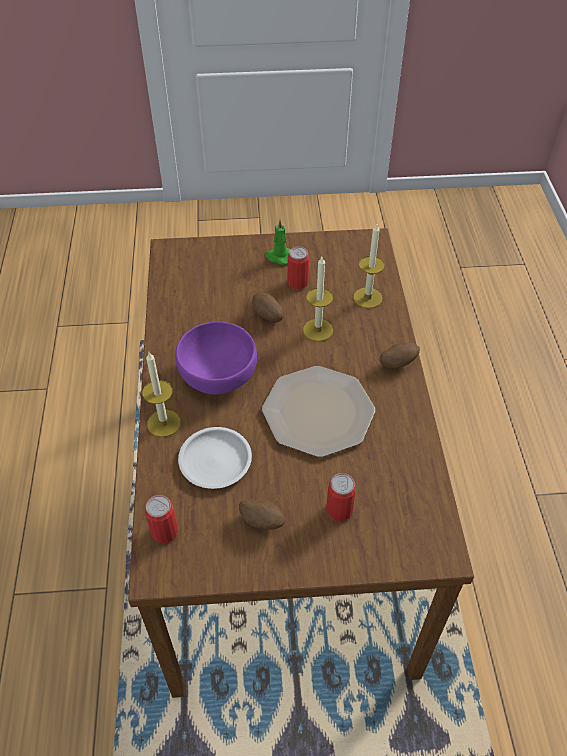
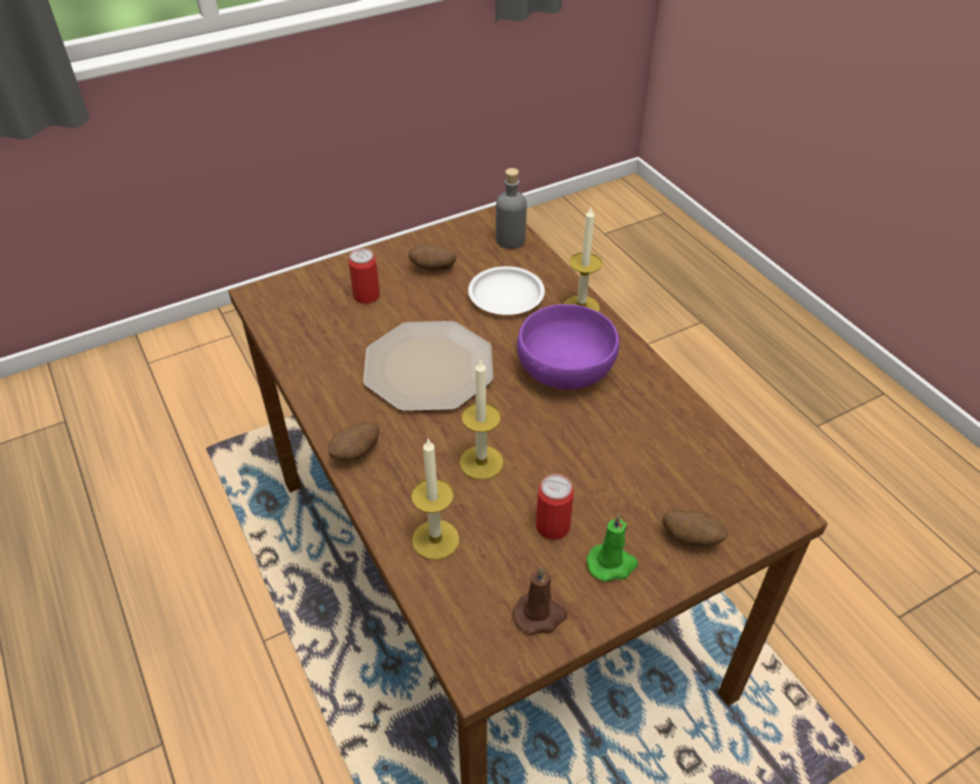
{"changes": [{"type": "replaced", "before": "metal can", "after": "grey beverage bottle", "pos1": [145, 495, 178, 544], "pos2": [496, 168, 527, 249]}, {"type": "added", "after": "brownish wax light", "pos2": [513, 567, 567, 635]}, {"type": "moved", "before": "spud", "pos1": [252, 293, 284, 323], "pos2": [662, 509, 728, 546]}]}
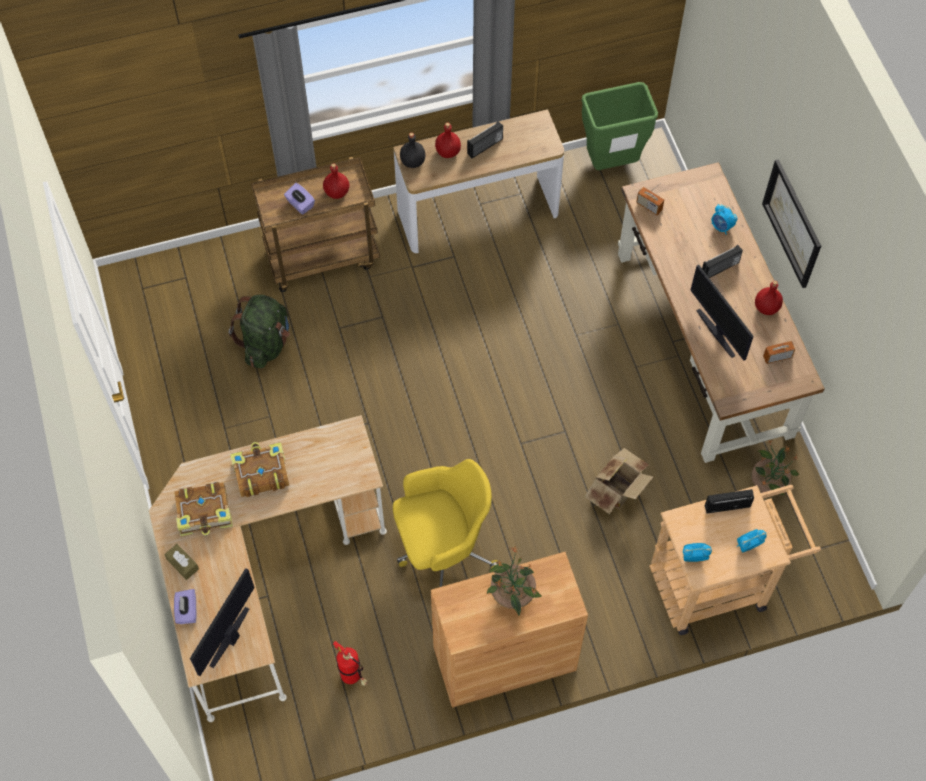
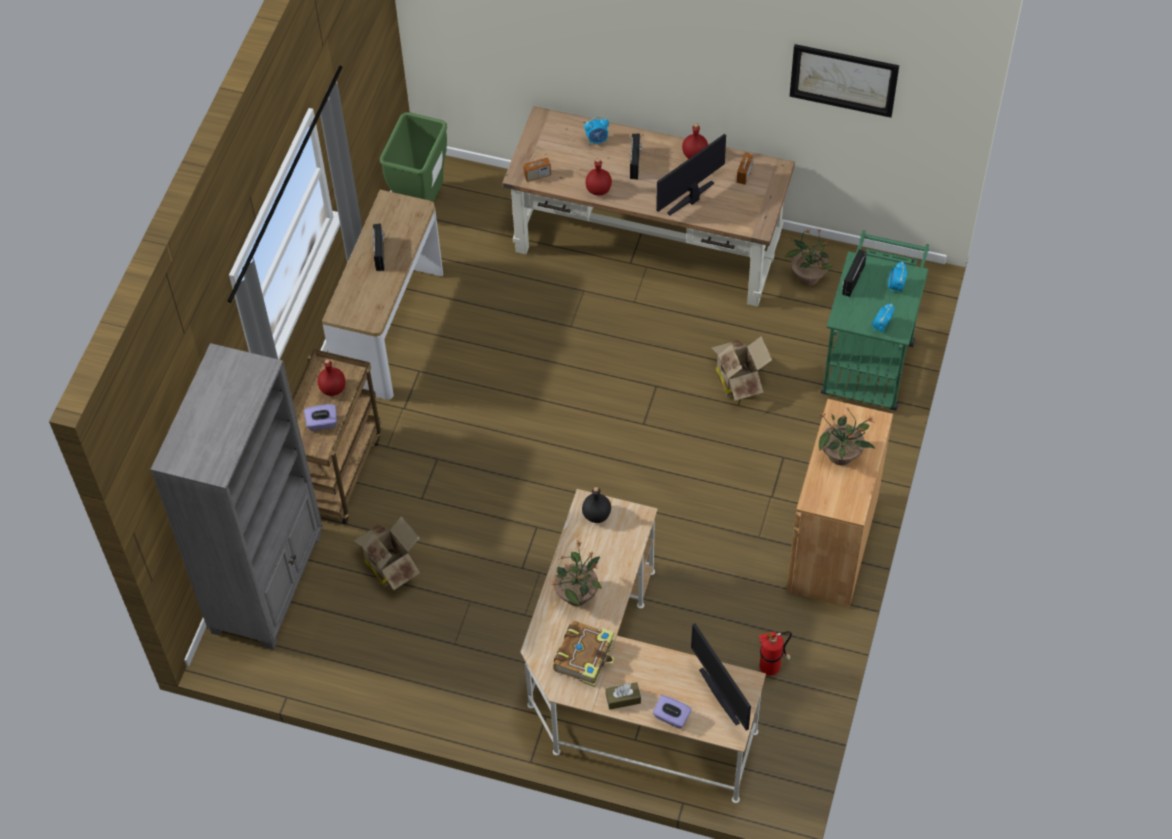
{"changes": [{"type": "added", "after": "grey bookcase", "pos2": [150, 343, 323, 650]}, {"type": "replaced", "before": "green knapsack", "after": "cardboard box", "pos1": [229, 295, 290, 368], "pos2": [354, 516, 420, 590]}, {"type": "replaced", "before": "book", "after": "houseplant", "pos1": [230, 442, 290, 497], "pos2": [551, 541, 602, 606]}, {"type": "moved", "before": "black beverage bottle", "pos1": [400, 133, 425, 168], "pos2": [582, 487, 611, 523]}, {"type": "moved", "before": "red beverage bottle", "pos1": [435, 123, 461, 158], "pos2": [585, 159, 612, 196]}, {"type": "turned", "before": "monitor", "pos1": [691, 265, 753, 361], "pos2": [656, 134, 726, 215], "turn": 135}, {"type": "moved", "before": "wall picture", "pos1": [762, 159, 821, 288], "pos2": [789, 44, 899, 118]}, {"type": "recoloured", "before": "beige-coloured trolley", "after": "green trolley", "pos1": [649, 485, 821, 635], "pos2": [821, 230, 929, 411]}, {"type": "removed", "before": "yellowish computer chair", "pos1": [393, 459, 498, 587]}]}
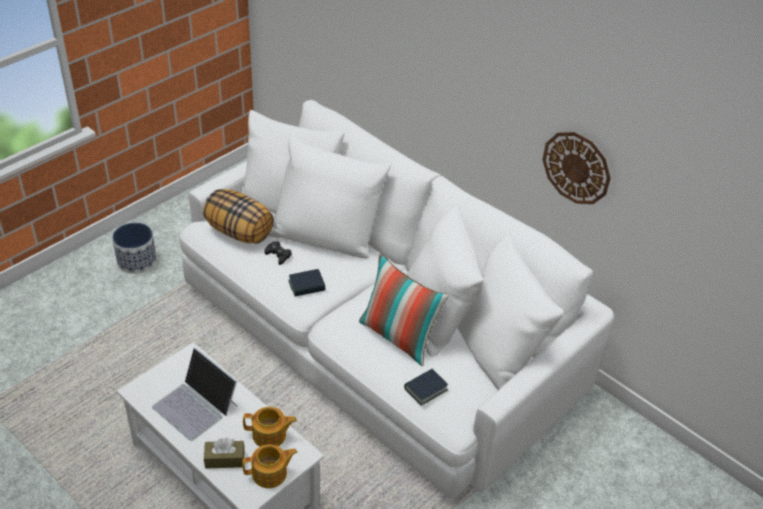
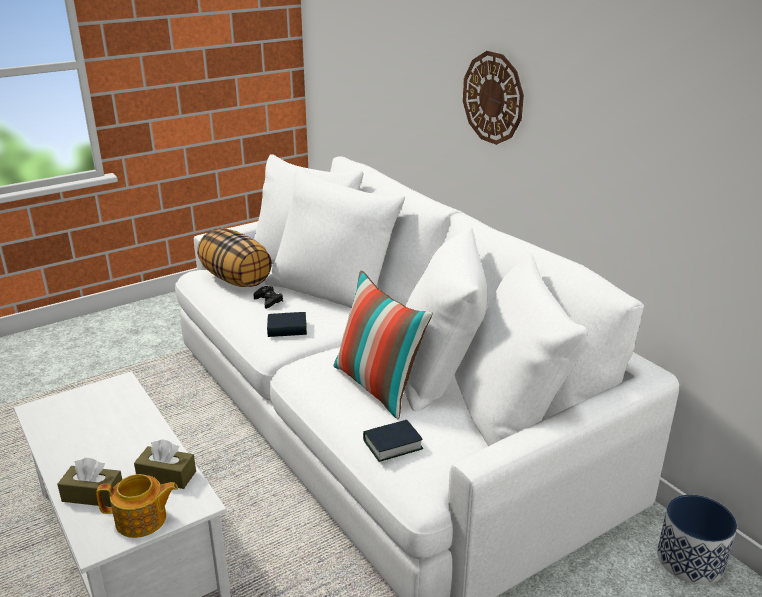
{"changes": [{"type": "replaced", "before": "pot for tea", "after": "brownish tissue holder", "pos1": [243, 407, 297, 447], "pos2": [134, 439, 196, 489]}, {"type": "moved", "before": "wall clock", "pos1": [542, 132, 611, 204], "pos2": [463, 51, 524, 145]}, {"type": "moved", "before": "flower pot", "pos1": [112, 223, 157, 274], "pos2": [657, 495, 737, 585]}, {"type": "removed", "before": "notebook computer", "pos1": [152, 348, 238, 441]}]}
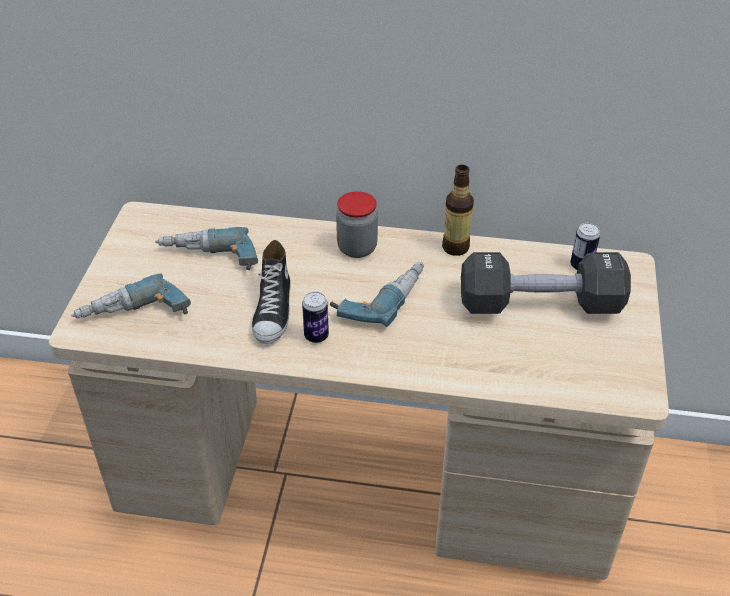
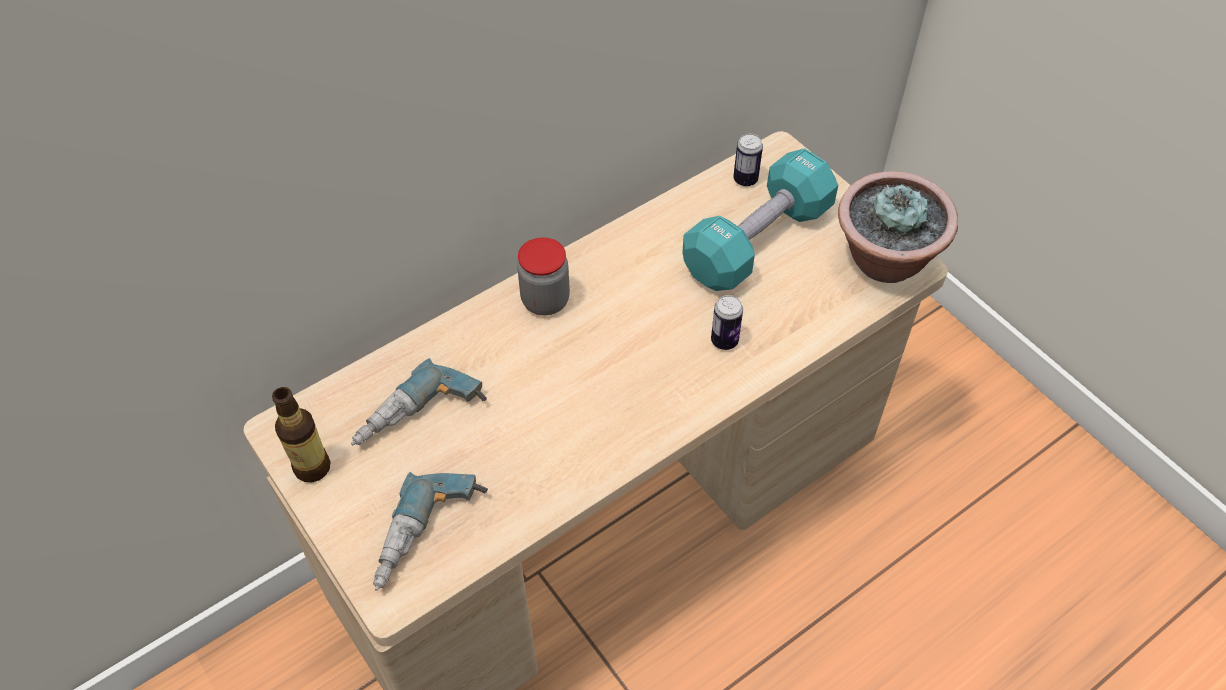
{"changes": [{"type": "moved", "before": "beverage bottle", "pos1": [442, 165, 474, 256], "pos2": [272, 387, 331, 482]}, {"type": "recoloured", "before": "black hand weight", "after": "blue-green hand weight", "pos1": [461, 252, 631, 314], "pos2": [682, 148, 838, 291]}, {"type": "moved", "before": "metal can", "pos1": [302, 292, 329, 343], "pos2": [711, 295, 743, 350]}, {"type": "added", "after": "houseplant", "pos2": [838, 171, 958, 283]}, {"type": "removed", "before": "low shoe", "pos1": [252, 240, 291, 343]}, {"type": "removed", "before": "electric drill", "pos1": [330, 262, 424, 327]}]}
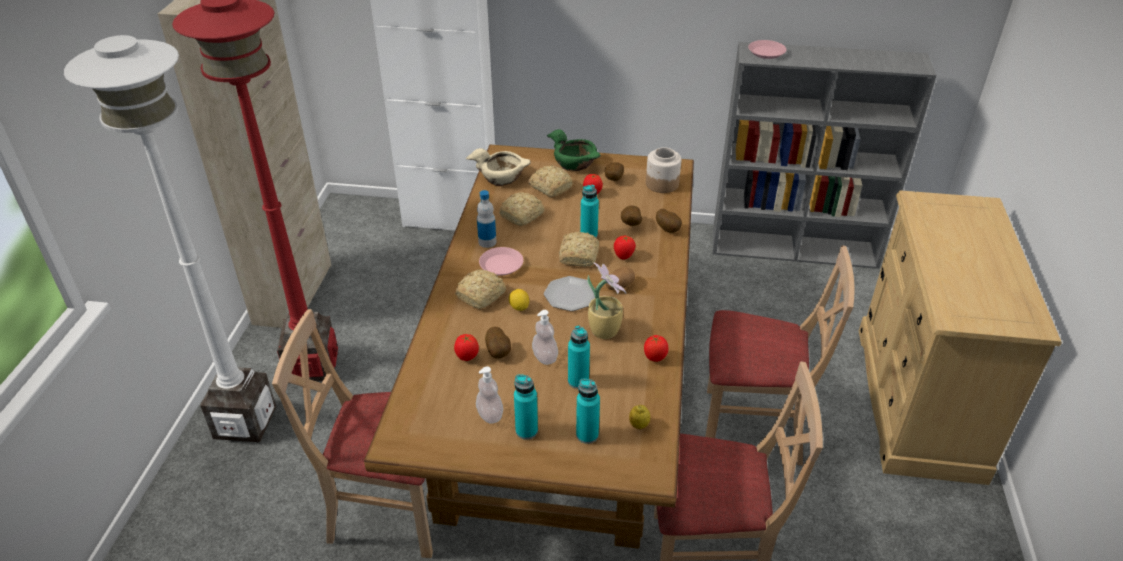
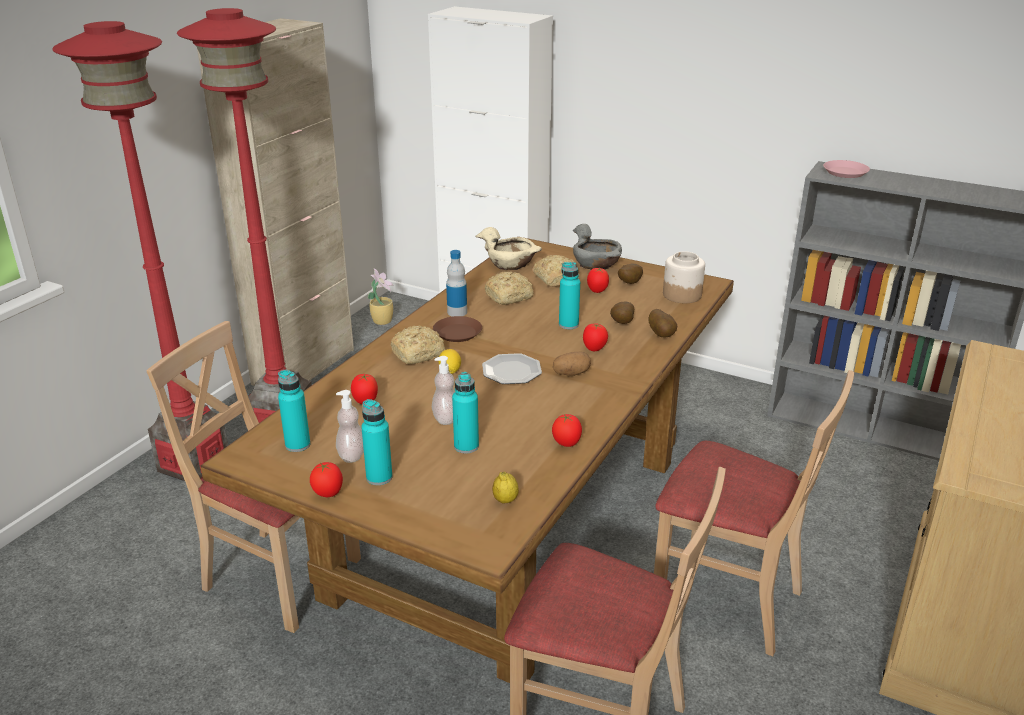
{"changes": [{"type": "recoloured", "before": "whitish standard lamp", "after": "red standard lamp", "pos1": [64, 35, 276, 442], "pos2": [52, 21, 228, 481]}, {"type": "moved", "before": "blue-green beverage bottle", "pos1": [576, 378, 600, 444], "pos2": [278, 370, 310, 452]}, {"type": "added", "after": "whole tomato", "pos2": [310, 462, 343, 497]}, {"type": "moved", "before": "houseplant", "pos1": [587, 263, 627, 339], "pos2": [368, 268, 393, 325]}, {"type": "recoloured", "before": "pink-coloured flat dish", "after": "brownish flat dish", "pos1": [479, 247, 523, 276], "pos2": [433, 316, 482, 342]}, {"type": "recoloured", "before": "green serving bowl", "after": "grey serving bowl", "pos1": [547, 129, 601, 171], "pos2": [573, 224, 622, 270]}, {"type": "removed", "before": "spud", "pos1": [485, 327, 511, 359]}, {"type": "removed", "before": "bakery bread", "pos1": [559, 232, 599, 267]}]}
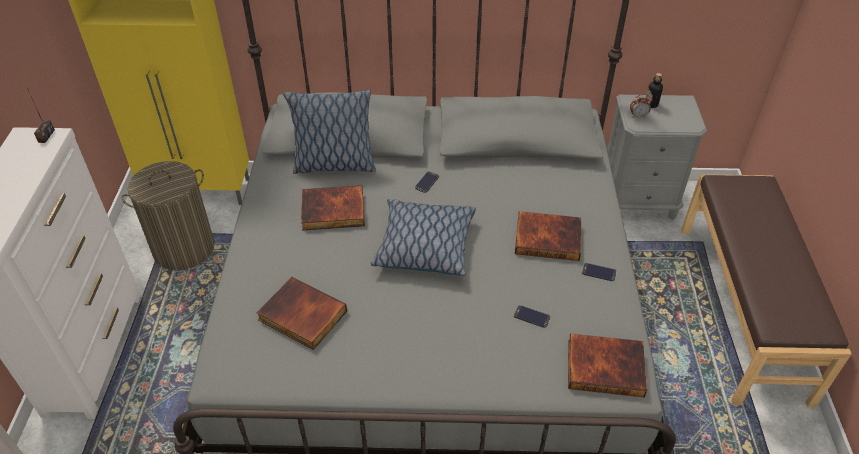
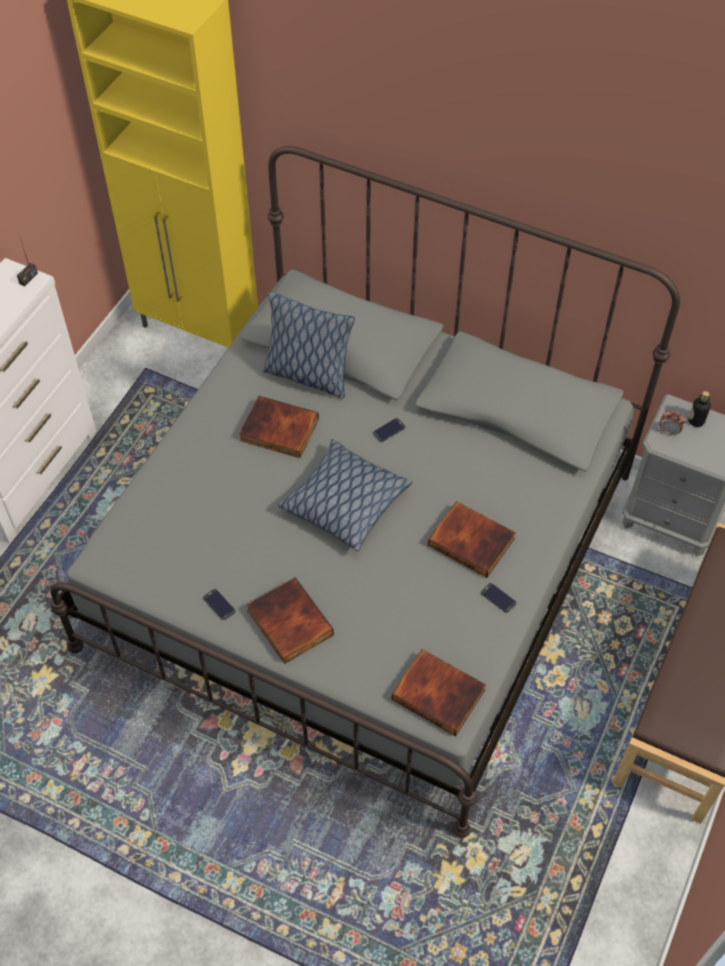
{"changes": [{"type": "moved", "before": "phone", "pos1": [514, 305, 551, 328], "pos2": [203, 588, 235, 620]}, {"type": "moved", "before": "book", "pos1": [257, 277, 347, 350], "pos2": [247, 578, 334, 664]}, {"type": "removed", "before": "washing basket", "pos1": [121, 161, 215, 270]}]}
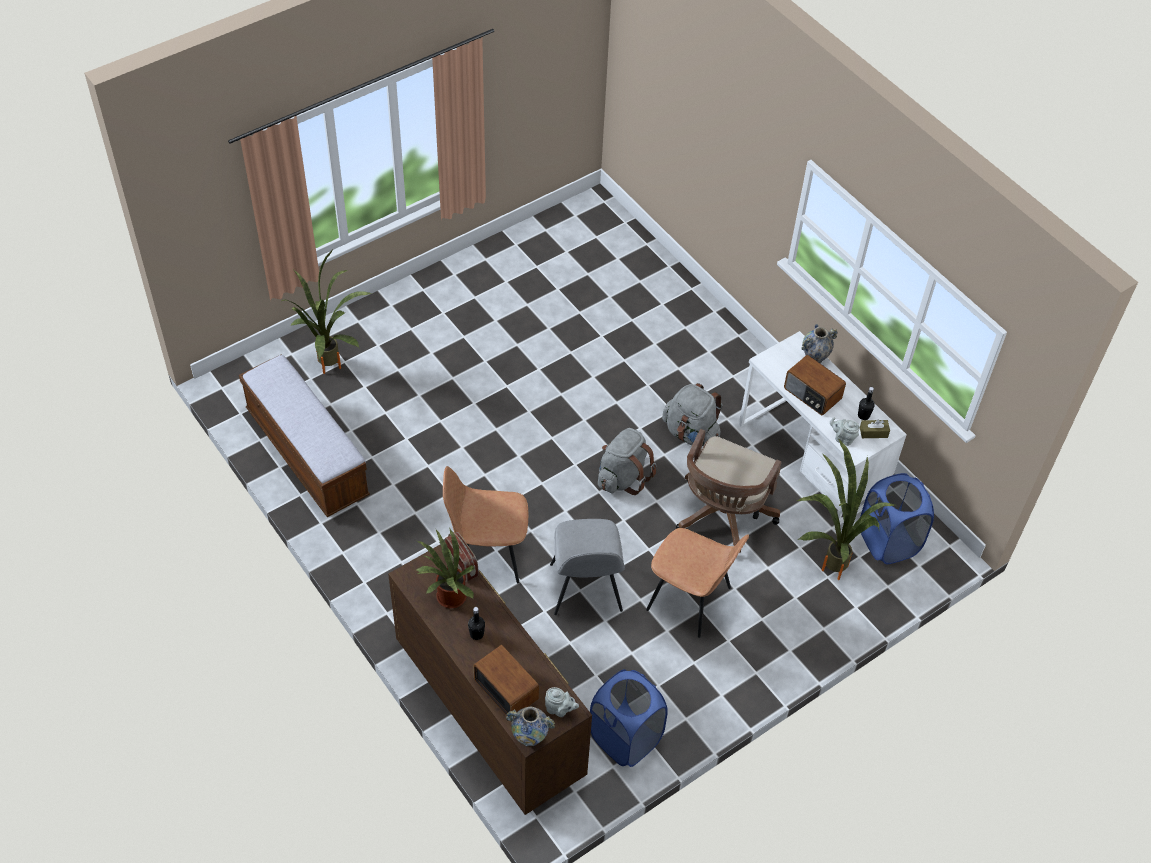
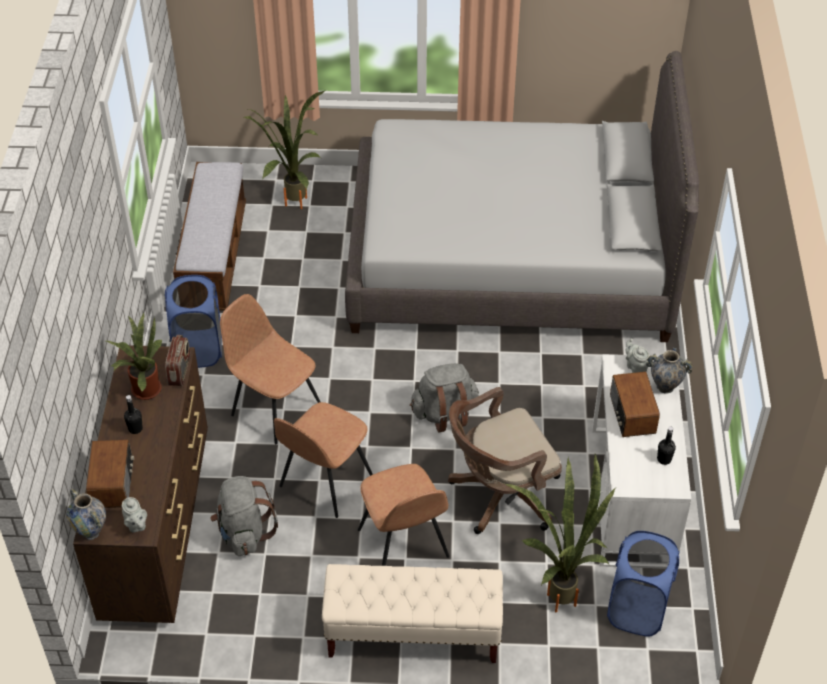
{"changes": [{"type": "moved", "before": "blue washing basket", "pos1": [590, 669, 668, 767], "pos2": [165, 275, 222, 368]}, {"type": "moved", "before": "grey knapsack", "pos1": [662, 383, 723, 446], "pos2": [210, 476, 278, 556]}, {"type": "recoloured", "before": "grey chair", "after": "brownish chair", "pos1": [550, 519, 625, 615], "pos2": [274, 402, 373, 518]}, {"type": "added", "after": "beige-coloured indoor bench", "pos2": [322, 564, 503, 663]}, {"type": "added", "after": "grey sleeping bed", "pos2": [345, 51, 699, 342]}, {"type": "moved", "before": "grey pot for tea", "pos1": [830, 417, 860, 446], "pos2": [625, 338, 649, 373]}, {"type": "removed", "before": "brownish tissue holder", "pos1": [860, 420, 890, 438]}]}
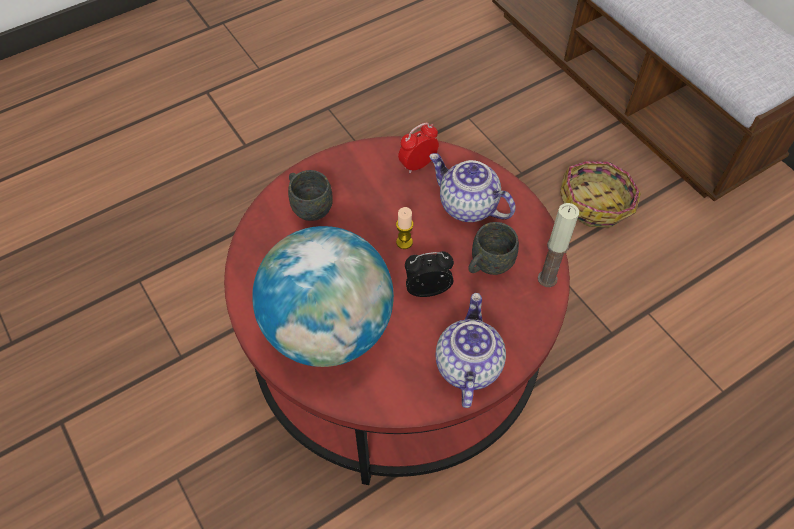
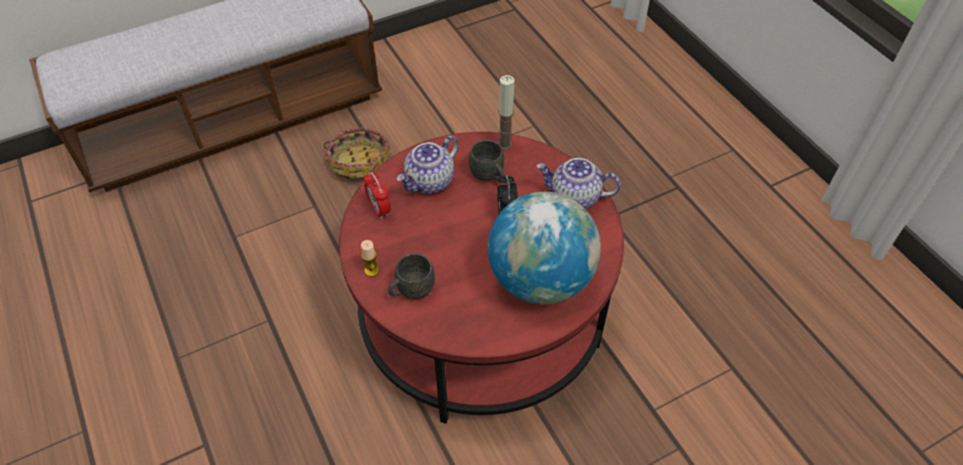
{"changes": [{"type": "moved", "before": "wax light", "pos1": [396, 207, 413, 249], "pos2": [361, 240, 379, 277]}]}
